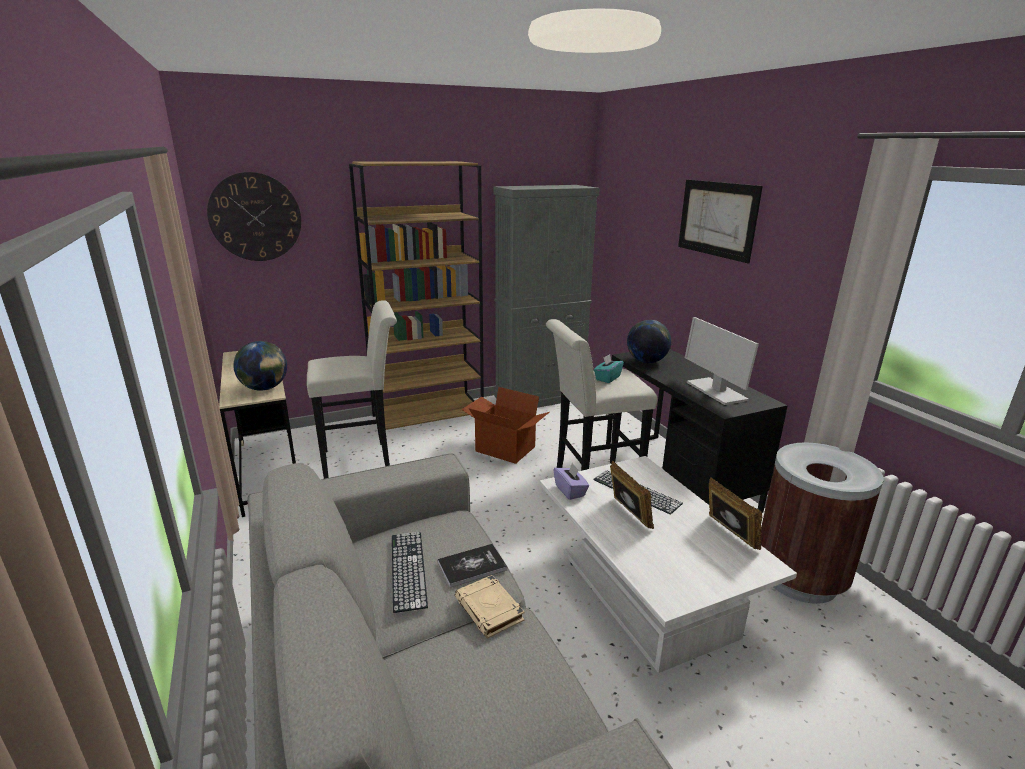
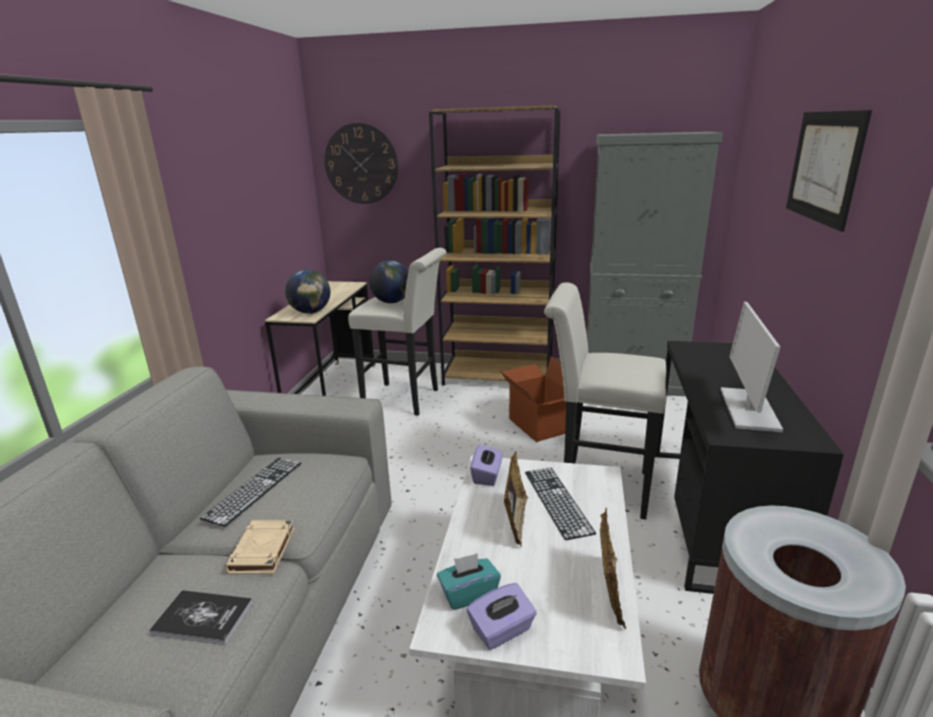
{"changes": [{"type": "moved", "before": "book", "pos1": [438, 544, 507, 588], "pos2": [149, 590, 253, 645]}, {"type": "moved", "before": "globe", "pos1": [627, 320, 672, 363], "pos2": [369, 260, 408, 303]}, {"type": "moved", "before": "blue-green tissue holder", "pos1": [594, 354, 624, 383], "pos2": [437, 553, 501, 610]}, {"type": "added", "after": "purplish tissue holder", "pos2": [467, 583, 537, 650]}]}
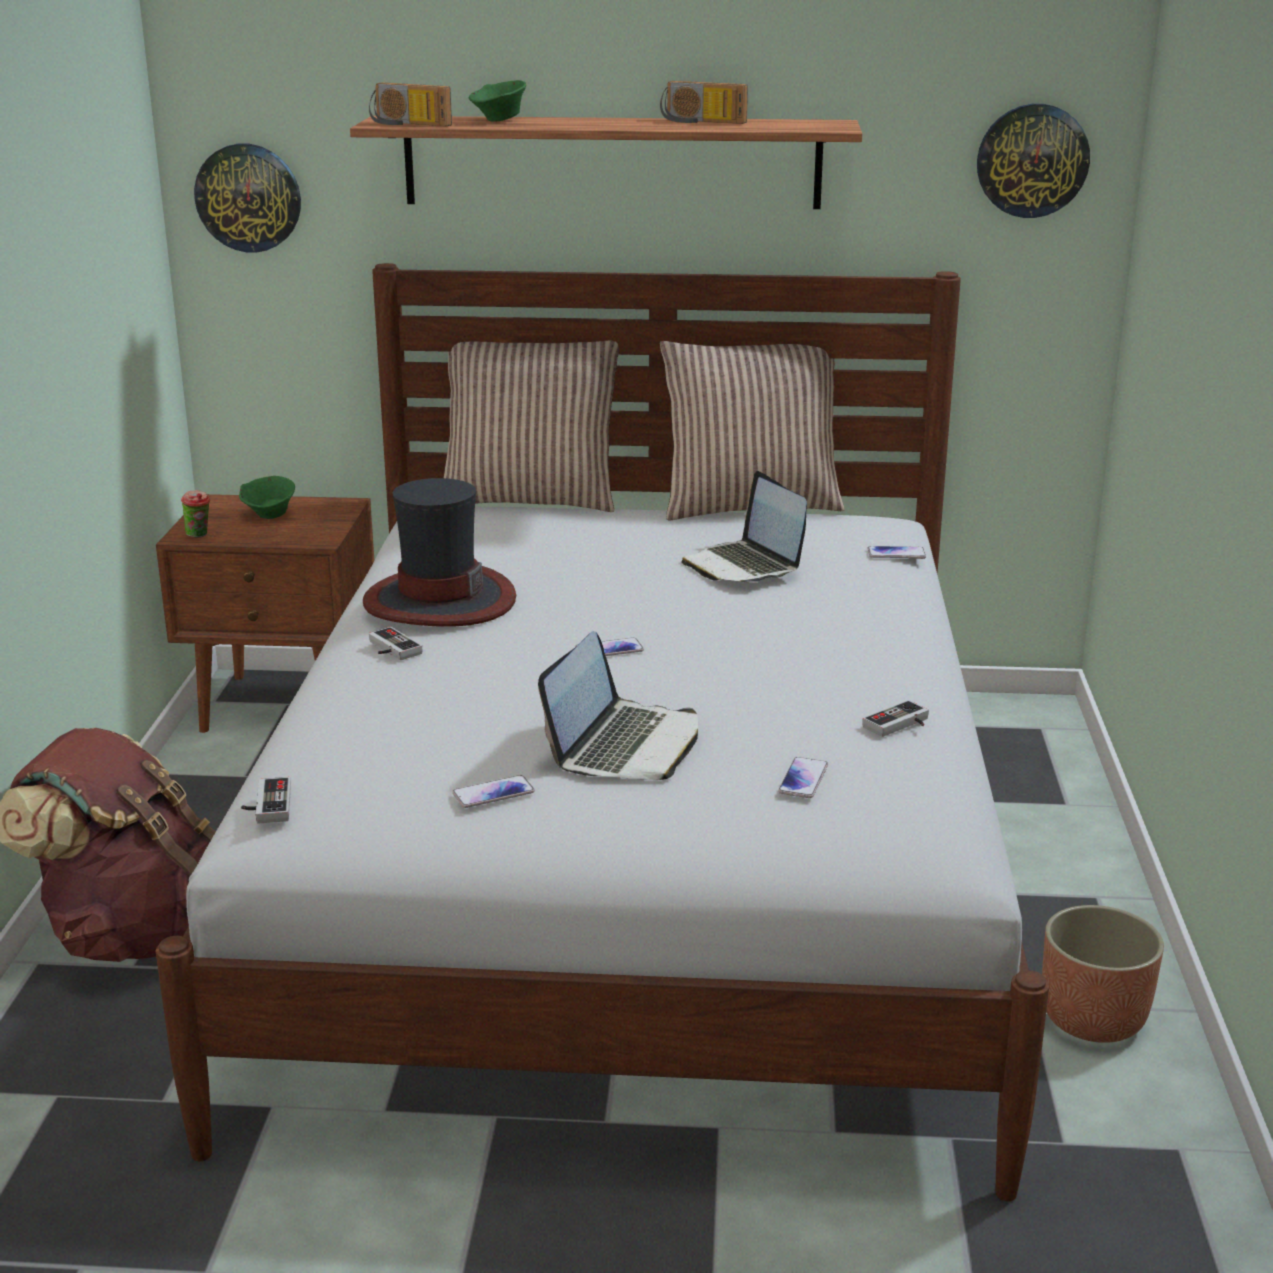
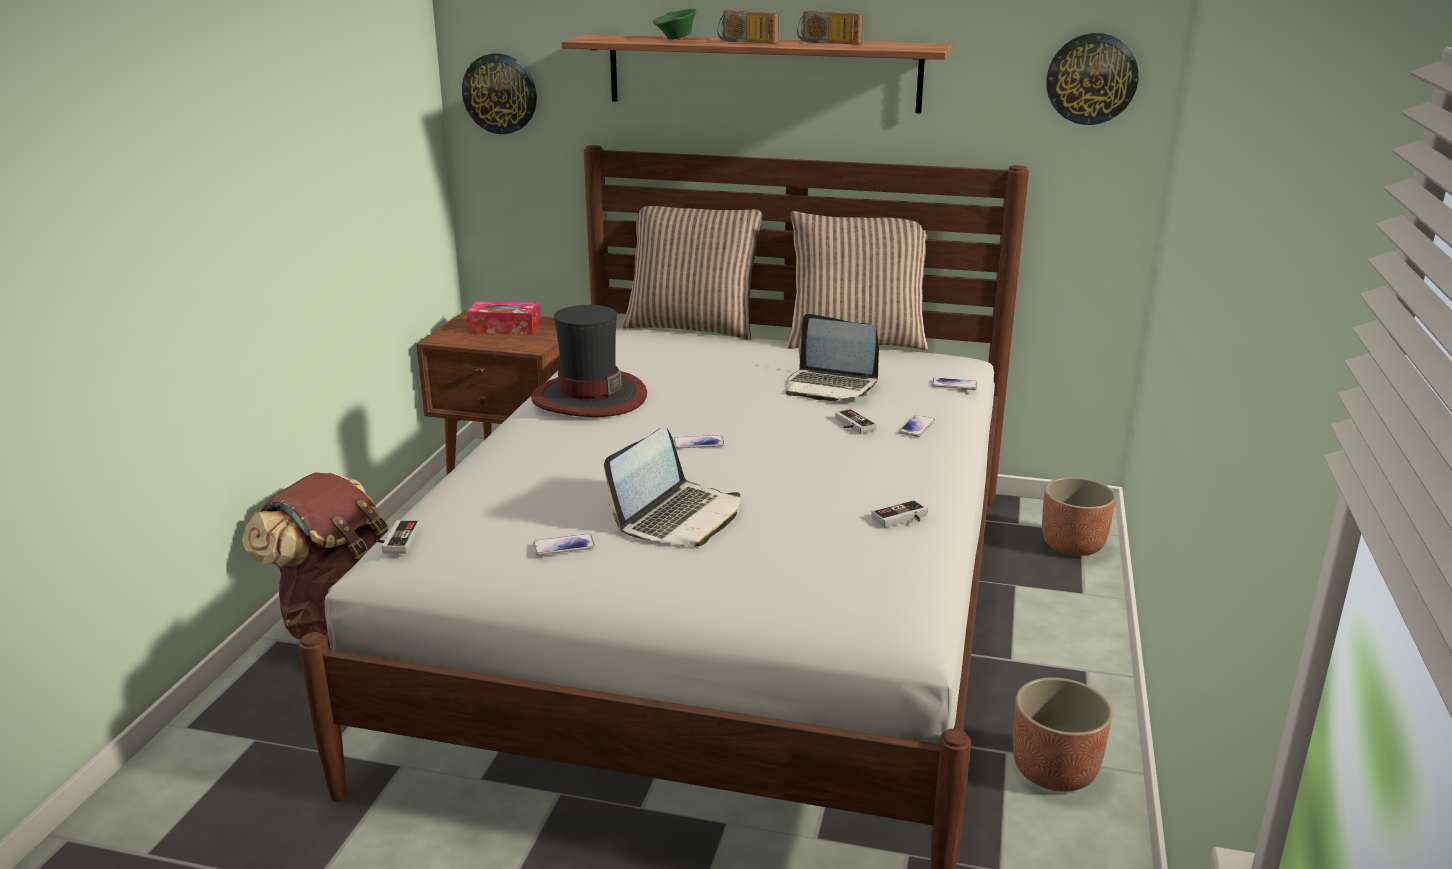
{"changes": [{"type": "replaced", "before": "green serving bowl", "after": "tissue holder", "pos1": [239, 476, 295, 519], "pos2": [467, 301, 541, 335]}, {"type": "moved", "before": "radio receiver", "pos1": [369, 82, 452, 127], "pos2": [717, 10, 779, 44]}, {"type": "turned", "before": "notebook computer", "pos1": [681, 471, 807, 583], "pos2": [786, 314, 879, 401], "turn": -45}, {"type": "moved", "before": "gamepad", "pos1": [369, 627, 422, 660], "pos2": [835, 409, 877, 434]}, {"type": "moved", "before": "phone", "pos1": [778, 757, 828, 798], "pos2": [899, 415, 936, 437]}, {"type": "added", "after": "flower pot", "pos2": [1042, 477, 1116, 556]}, {"type": "removed", "before": "drinking cup", "pos1": [181, 490, 210, 538]}]}
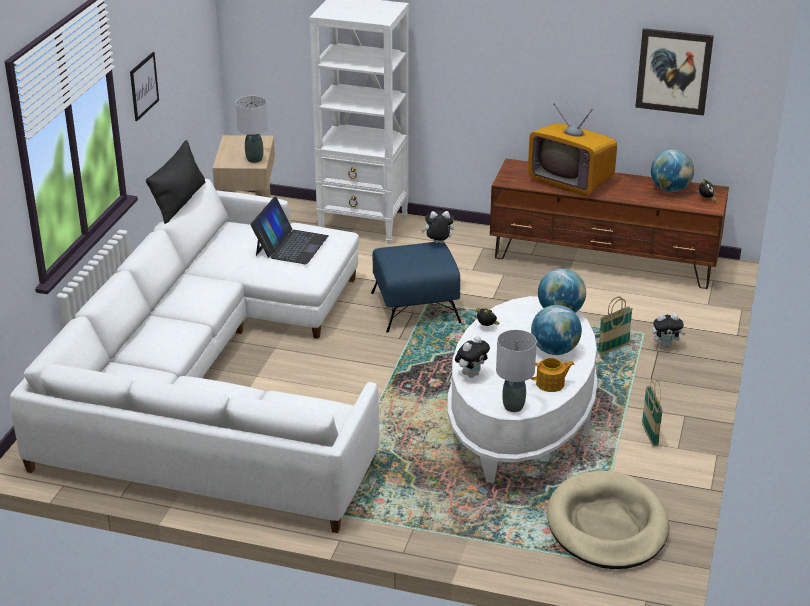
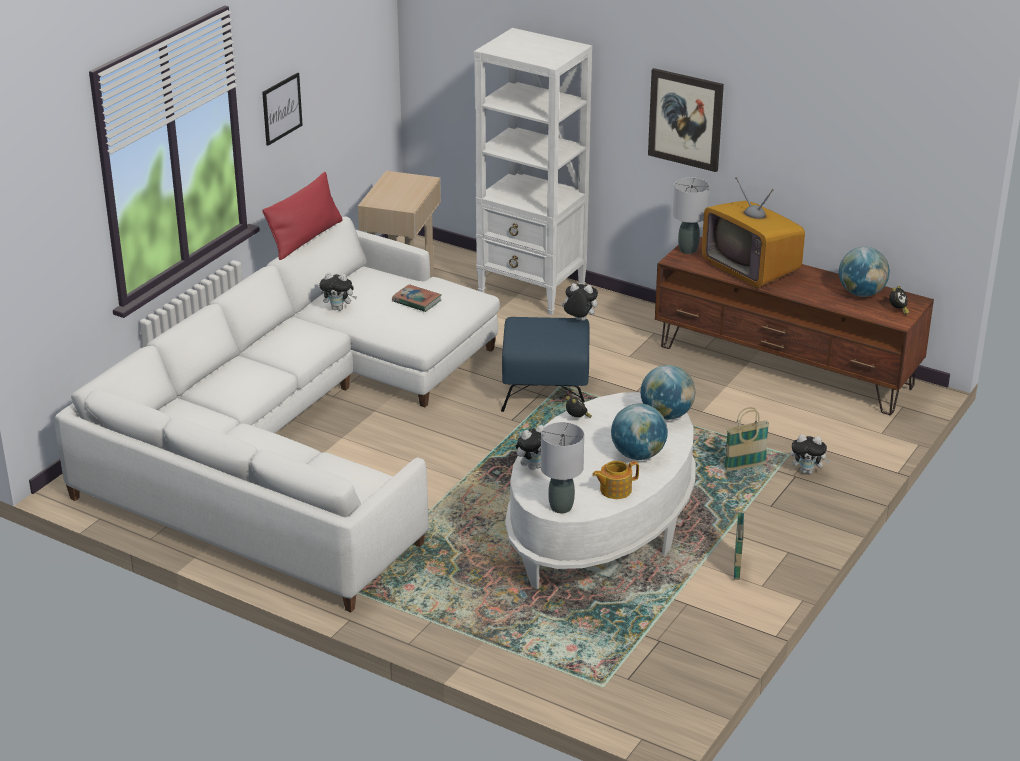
{"changes": [{"type": "recoloured", "before": "black throw pillow", "after": "red throw pillow", "pos1": [146, 140, 205, 224], "pos2": [262, 172, 343, 260]}, {"type": "added", "after": "soft toy", "pos2": [319, 272, 357, 311]}, {"type": "replaced", "before": "notebook computer", "after": "book", "pos1": [251, 197, 329, 264], "pos2": [392, 284, 442, 312]}, {"type": "turned", "before": "pot for tea", "pos1": [531, 358, 575, 392], "pos2": [592, 461, 639, 499], "turn": 150}, {"type": "moved", "before": "wall picture", "pos1": [635, 28, 714, 115], "pos2": [648, 68, 724, 172]}, {"type": "moved", "before": "grey tabletop lamp", "pos1": [236, 96, 268, 163], "pos2": [673, 177, 710, 254]}, {"type": "removed", "before": "beige-coloured dog bed", "pos1": [547, 471, 669, 569]}]}
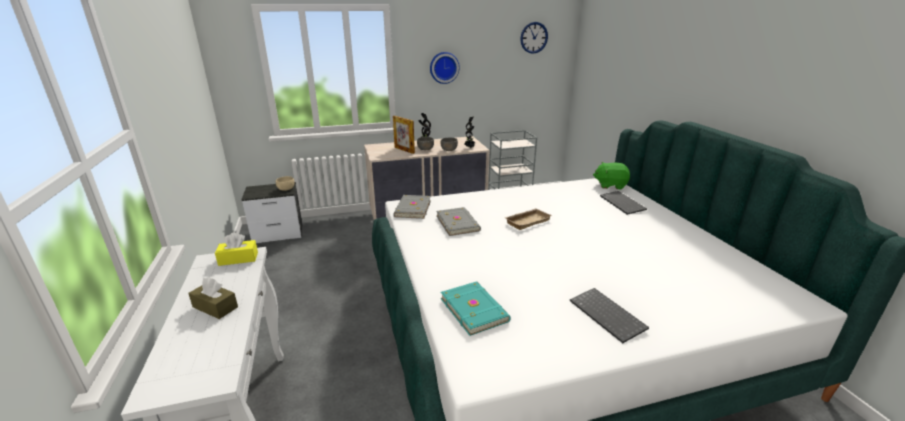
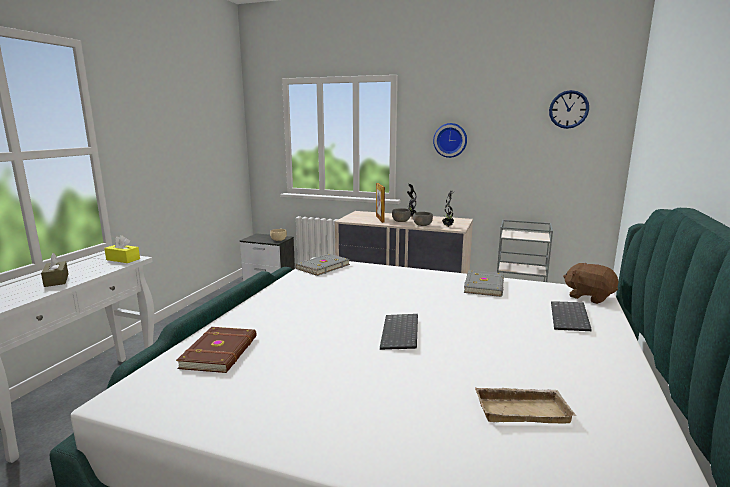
{"changes": [{"type": "recoloured", "before": "blue-green book", "after": "brownish book", "pos1": [440, 281, 511, 336], "pos2": [176, 327, 257, 373]}, {"type": "moved", "before": "computer keyboard", "pos1": [570, 288, 649, 343], "pos2": [380, 314, 418, 350]}, {"type": "moved", "before": "grey book", "pos1": [436, 207, 481, 236], "pos2": [464, 270, 504, 297]}, {"type": "moved", "before": "beige-coloured serving tray", "pos1": [505, 208, 552, 230], "pos2": [474, 387, 576, 424]}, {"type": "recoloured", "before": "green soft toy", "after": "brownish soft toy", "pos1": [593, 162, 630, 189], "pos2": [563, 263, 619, 304]}]}
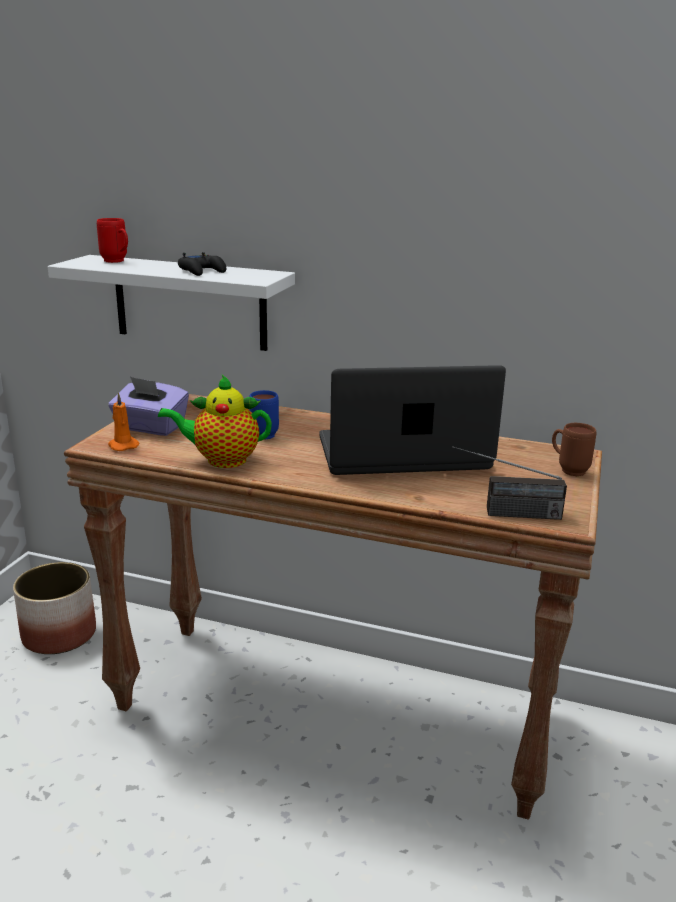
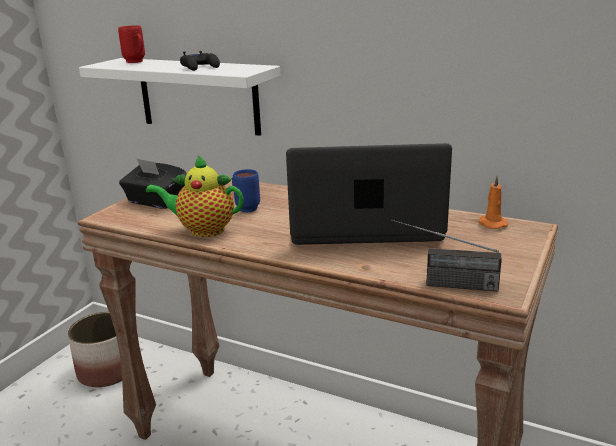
{"changes": [{"type": "recoloured", "before": "purplish tissue holder", "after": "black tissue holder", "pos1": [109, 377, 189, 436], "pos2": [119, 158, 187, 209]}, {"type": "moved", "before": "orangey wax light", "pos1": [108, 393, 139, 451], "pos2": [478, 176, 508, 229]}, {"type": "removed", "before": "brownish coffee mug", "pos1": [552, 423, 596, 476]}]}
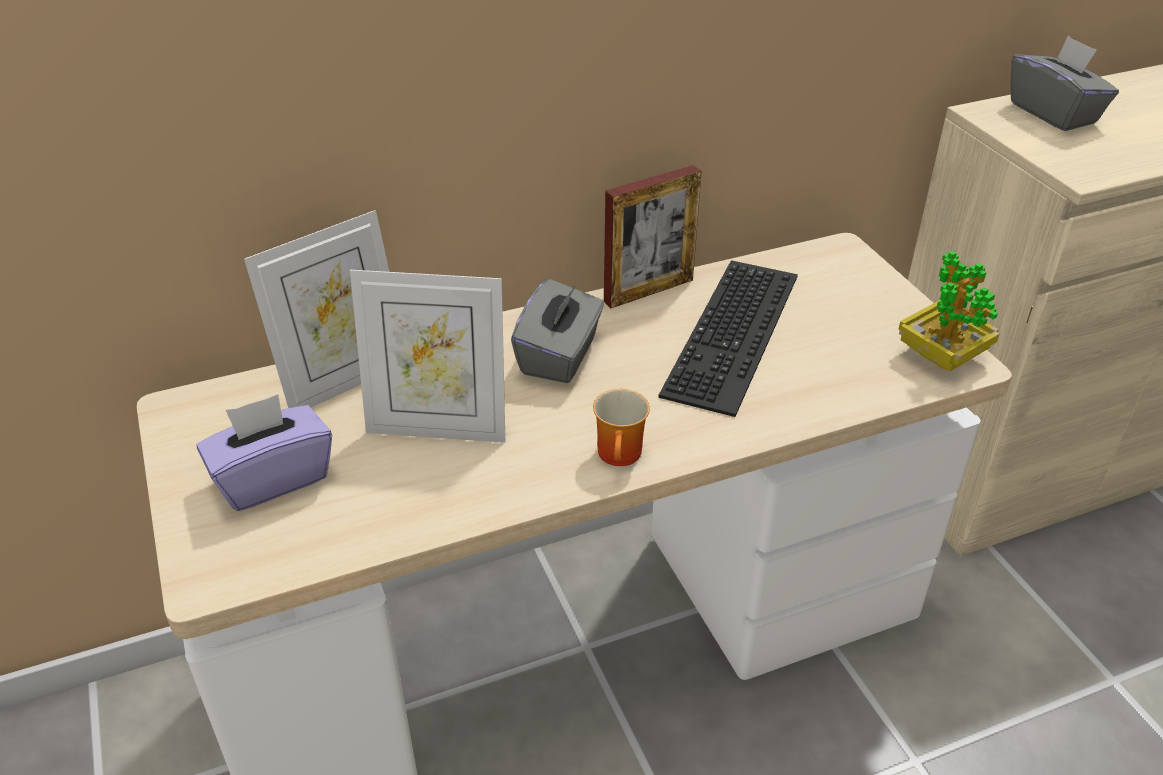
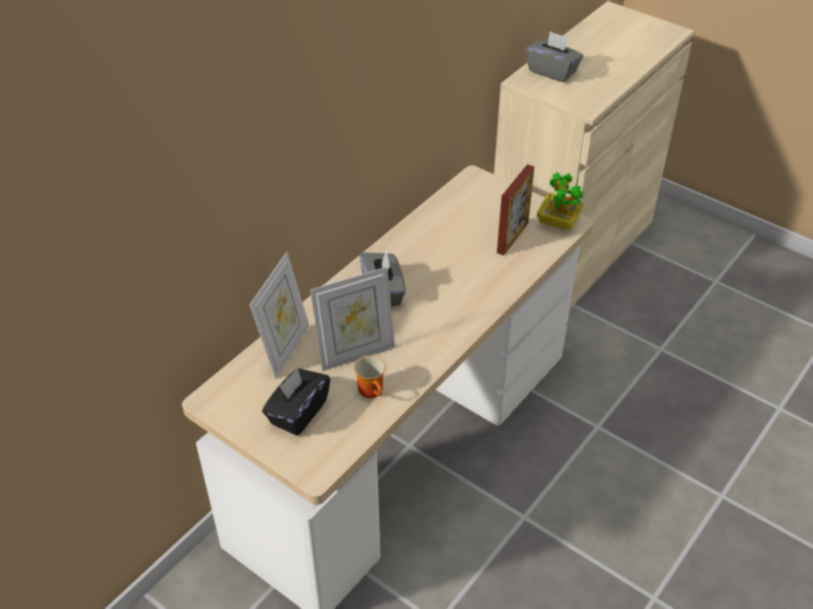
{"changes": [{"type": "recoloured", "before": "purplish tissue holder", "after": "black tissue holder", "pos1": [197, 394, 332, 511], "pos2": [262, 368, 330, 436]}, {"type": "moved", "before": "coffee mug", "pos1": [593, 389, 650, 466], "pos2": [354, 355, 386, 398]}, {"type": "moved", "before": "photo frame", "pos1": [604, 165, 702, 308], "pos2": [497, 164, 534, 256]}, {"type": "removed", "before": "computer keyboard", "pos1": [658, 260, 798, 417]}]}
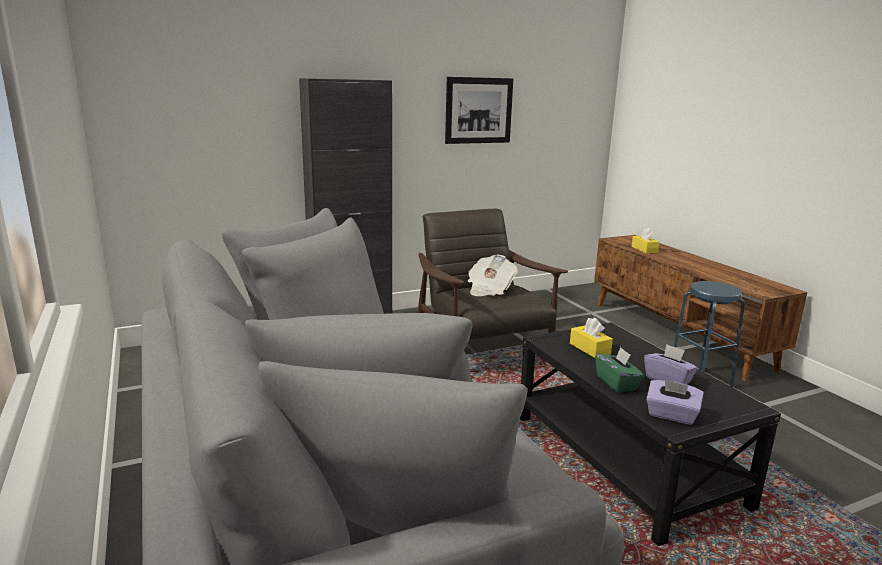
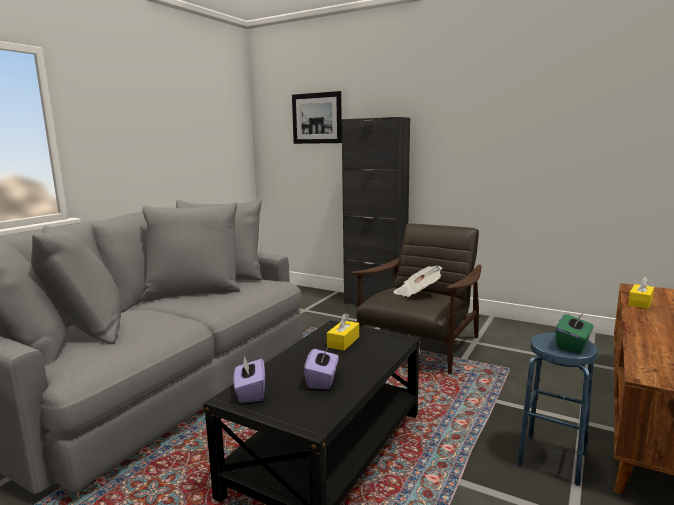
{"changes": [{"type": "moved", "before": "wall picture", "pos1": [445, 77, 513, 144], "pos2": [292, 91, 342, 144]}, {"type": "moved", "before": "green tissue holder", "pos1": [595, 347, 644, 393], "pos2": [556, 312, 593, 353]}]}
